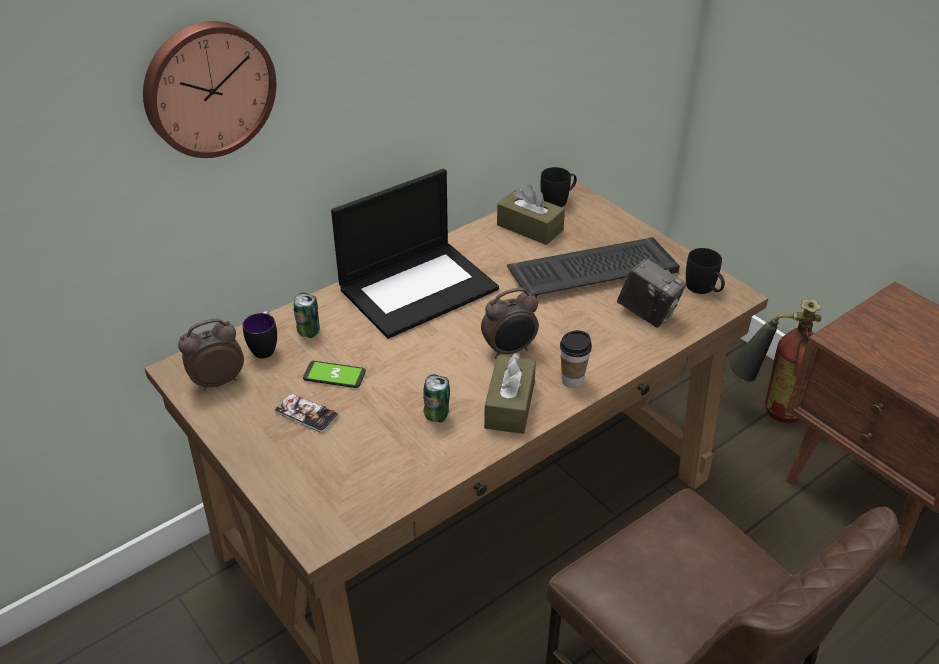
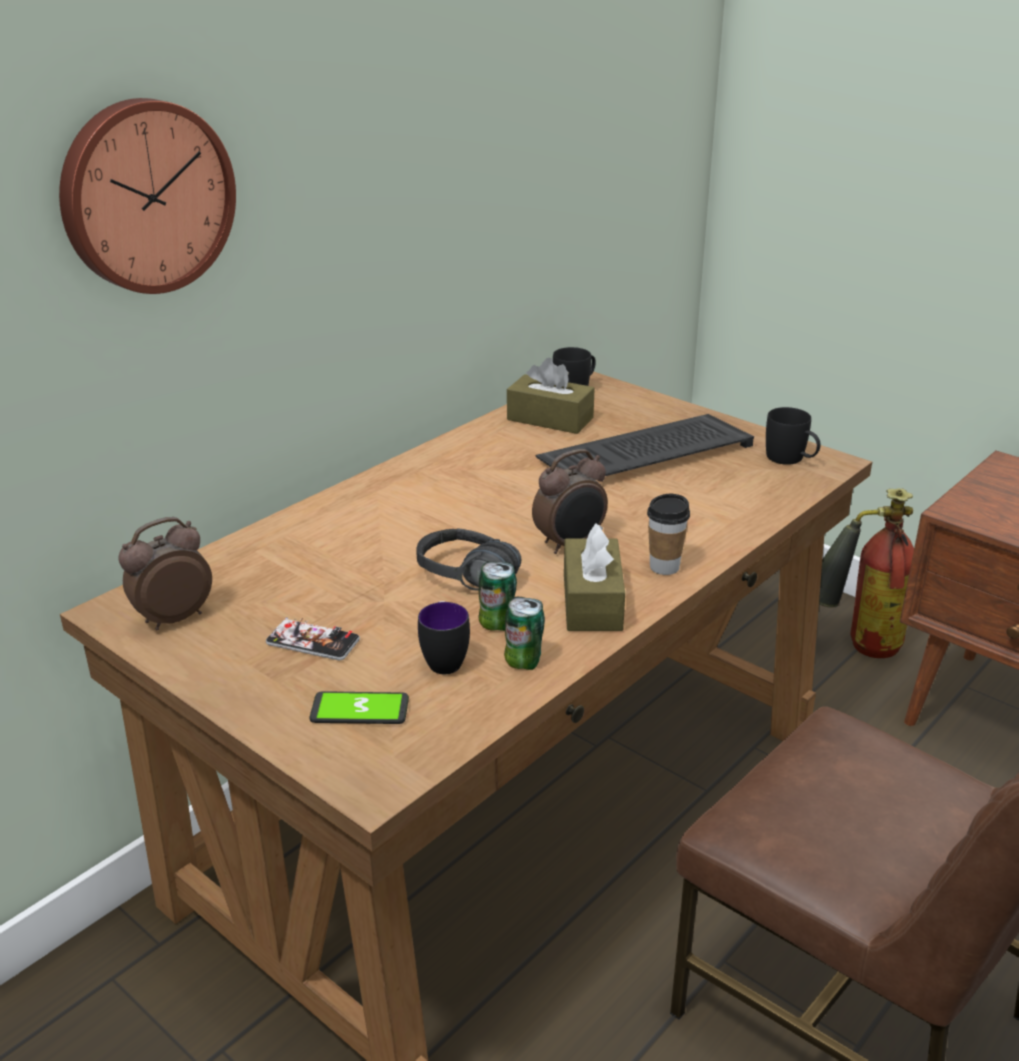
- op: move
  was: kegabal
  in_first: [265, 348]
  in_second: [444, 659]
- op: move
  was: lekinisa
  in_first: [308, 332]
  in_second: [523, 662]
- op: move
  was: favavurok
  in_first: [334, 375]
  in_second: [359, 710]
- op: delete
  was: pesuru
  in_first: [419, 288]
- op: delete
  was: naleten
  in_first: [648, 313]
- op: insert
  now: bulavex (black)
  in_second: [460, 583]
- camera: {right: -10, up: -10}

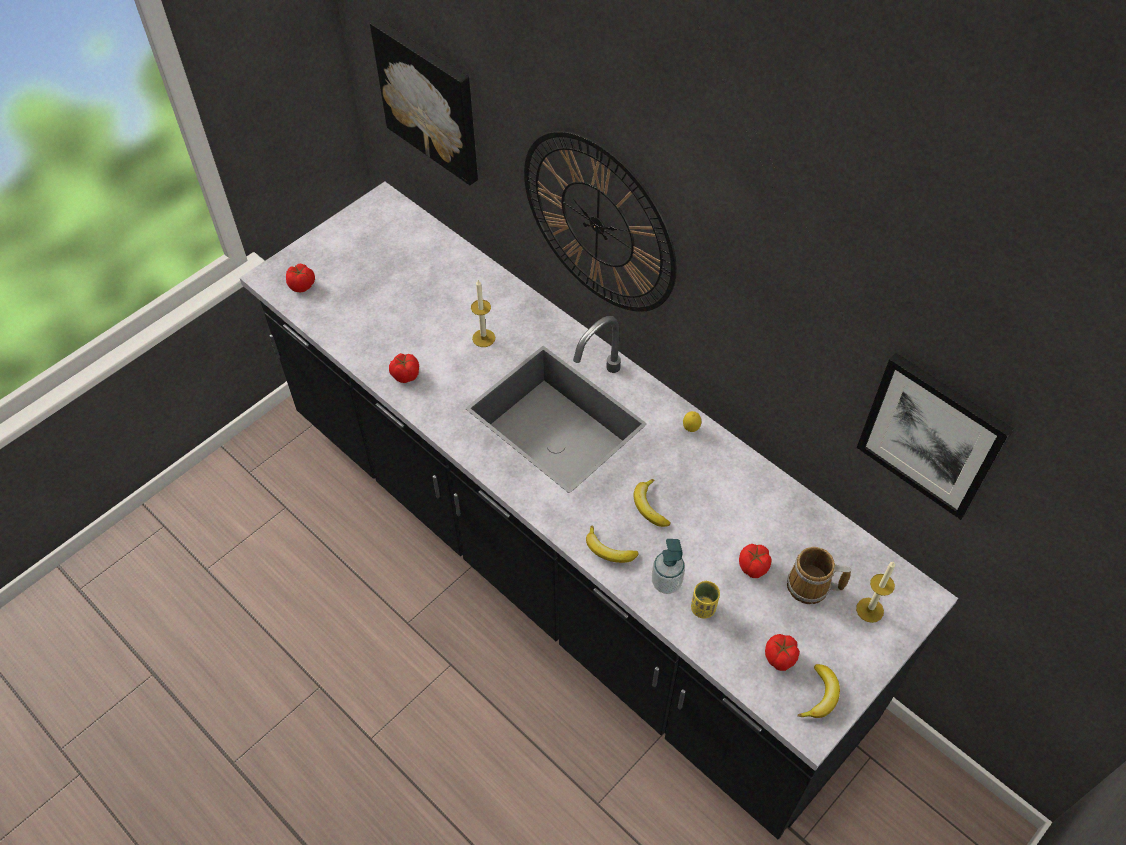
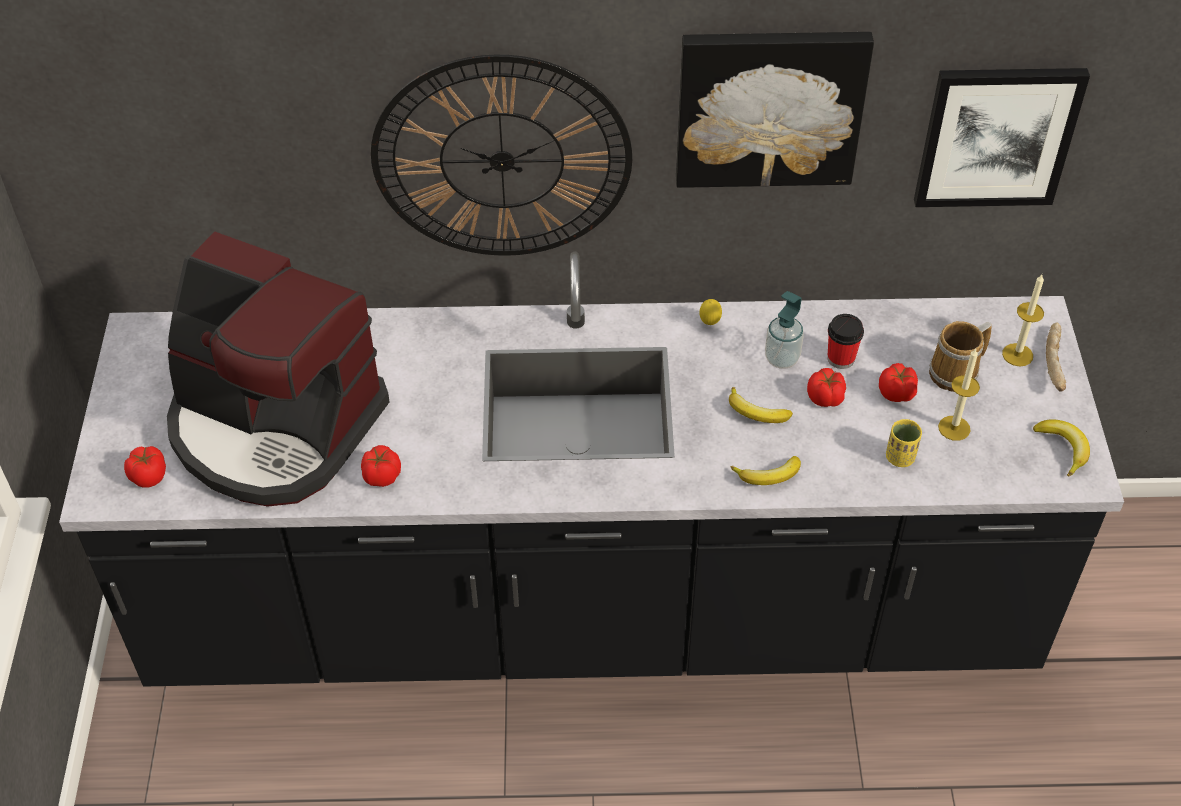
- op: move
  was: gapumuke
  in_first: [430, 100]
  in_second: [769, 106]
- op: move
  was: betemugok
  in_first: [483, 338]
  in_second: [954, 428]
- op: move
  was: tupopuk
  in_first: [666, 582]
  in_second: [781, 358]
- op: move
  was: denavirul
  in_first: [780, 658]
  in_second: [826, 398]
- op: insert
  now: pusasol
  in_second: [274, 427]
- op: insert
  now: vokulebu
  in_second: [841, 358]
- op: insert
  now: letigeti
  in_second: [1056, 363]
- camera: {right: -45, up: -5}

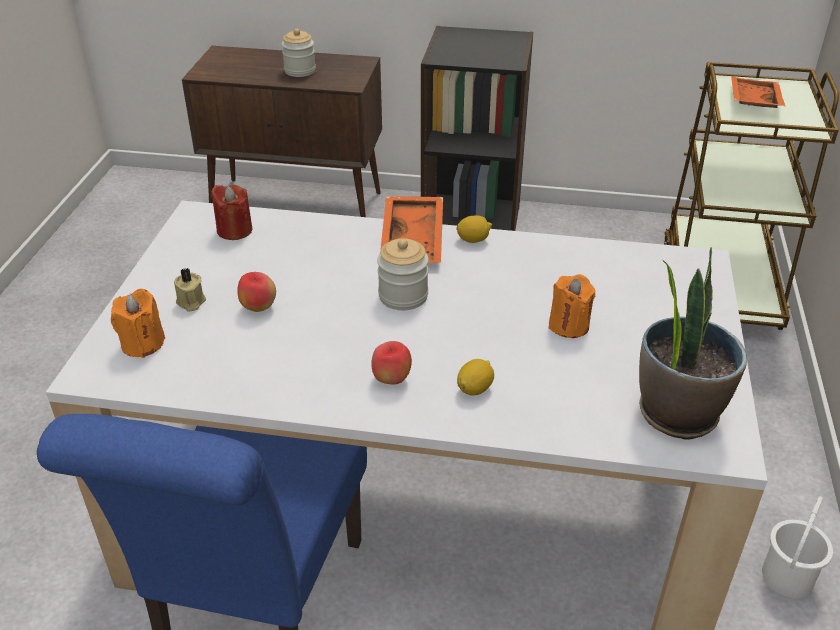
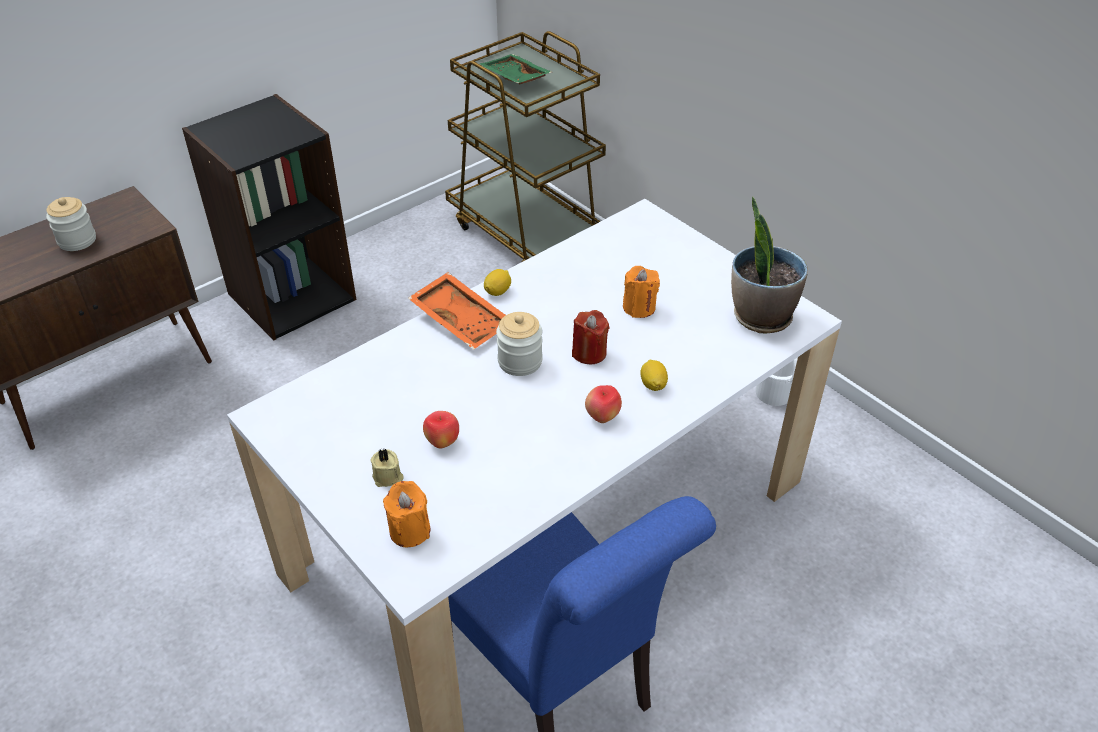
- op: move
  was: betemugok (red)
  in_first: [234, 230]
  in_second: [589, 353]
- op: recolor
  was: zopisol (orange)
  now: zopisol (green)
  in_first: [752, 102]
  in_second: [514, 78]
- camera: {right: -50, up: 5}

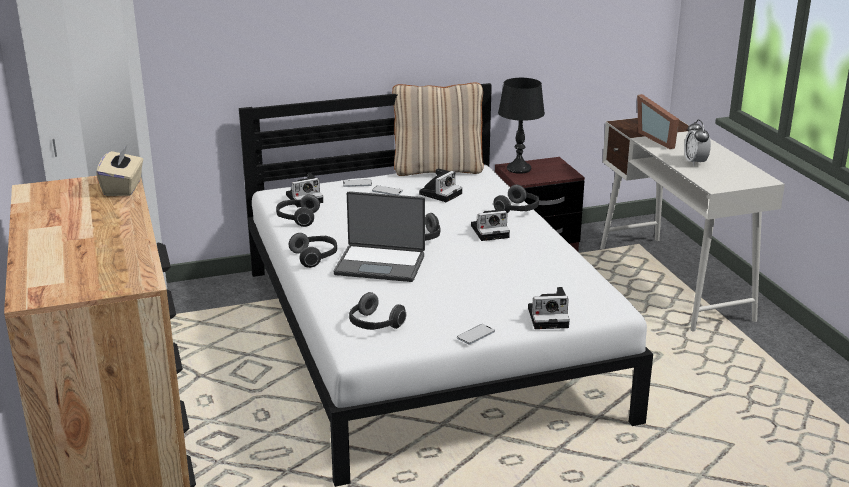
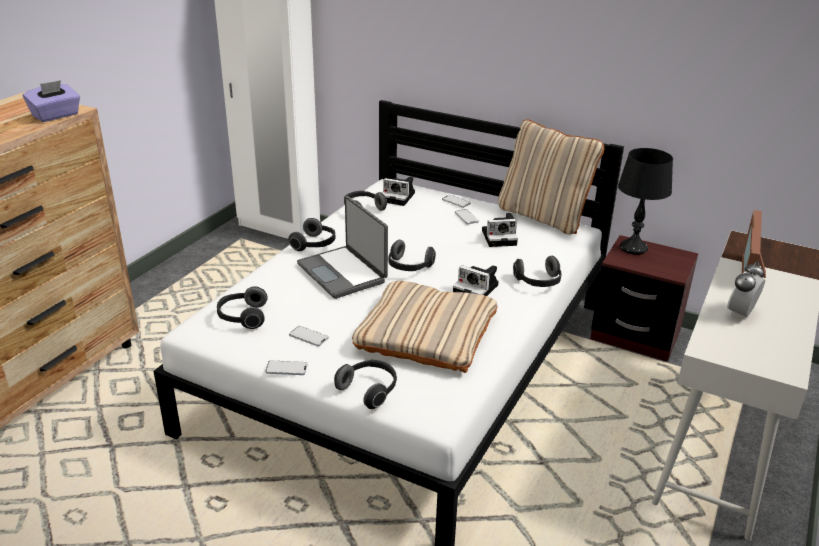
- op: recolor
  was: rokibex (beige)
  now: rokibex (purple)
  in_first: [123, 188]
  in_second: [56, 116]
- op: replace
  was: naleten
  now: bulavex
  in_first: [549, 317]
  in_second: [369, 390]
- op: insert
  now: favavurok
  in_second: [308, 337]
- op: insert
  now: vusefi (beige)
  in_second: [426, 333]
- camera: {right: 45, up: 5}

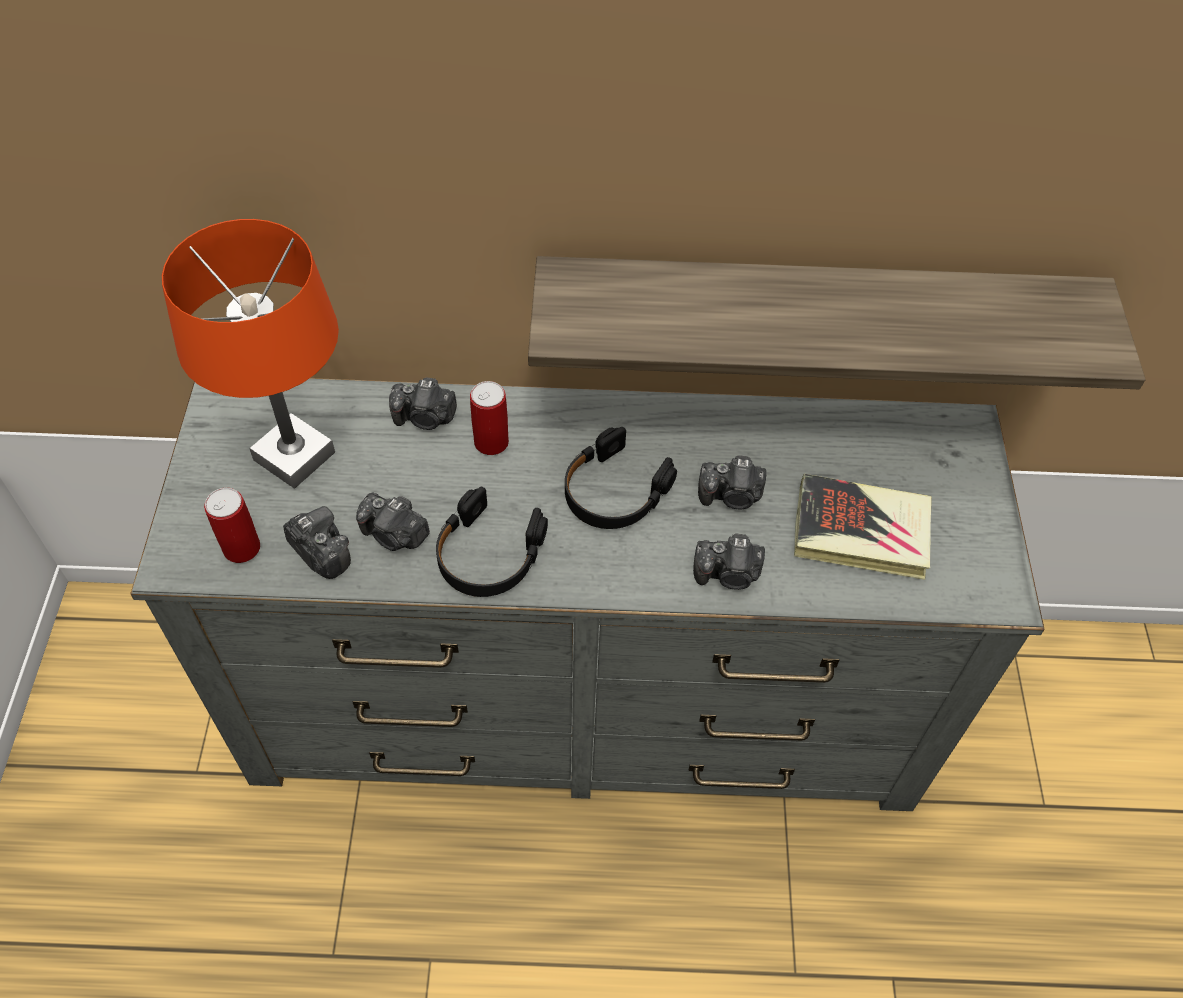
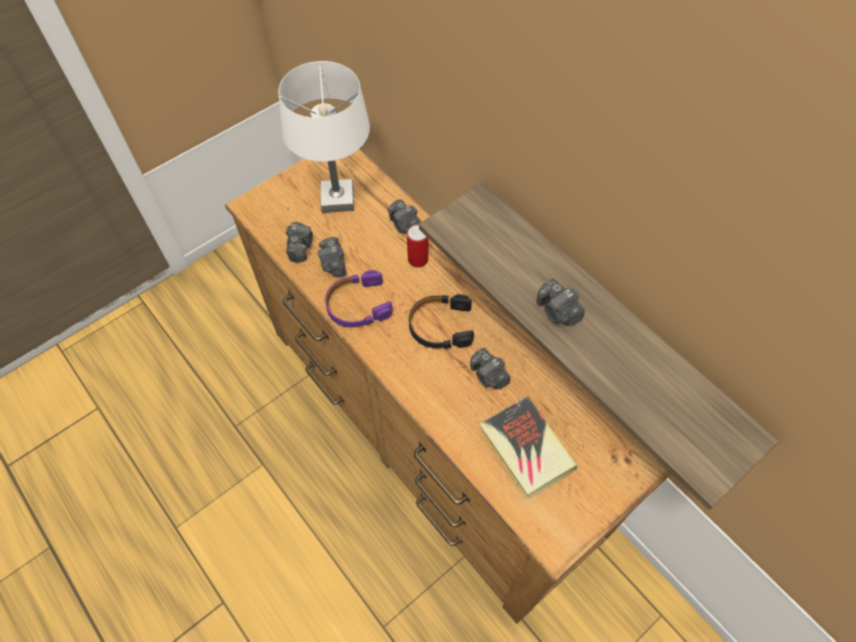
- op: recolor
  was: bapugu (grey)
  now: bapugu (brown)
  in_first: [585, 703]
  in_second: [430, 427]
- op: recolor
  was: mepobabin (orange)
  now: mepobabin (white)
  in_first: [294, 457]
  in_second: [337, 199]
- op: delete
  was: lekinisa
  in_first: [241, 548]
- op: recolor
  was: bulavex (black)
  now: bulavex (purple)
  in_first: [488, 554]
  in_second: [357, 305]
- op: move
  was: naleten
  in_first: [728, 574]
  in_second: [557, 312]
- camera: {right: 50, up: 5}

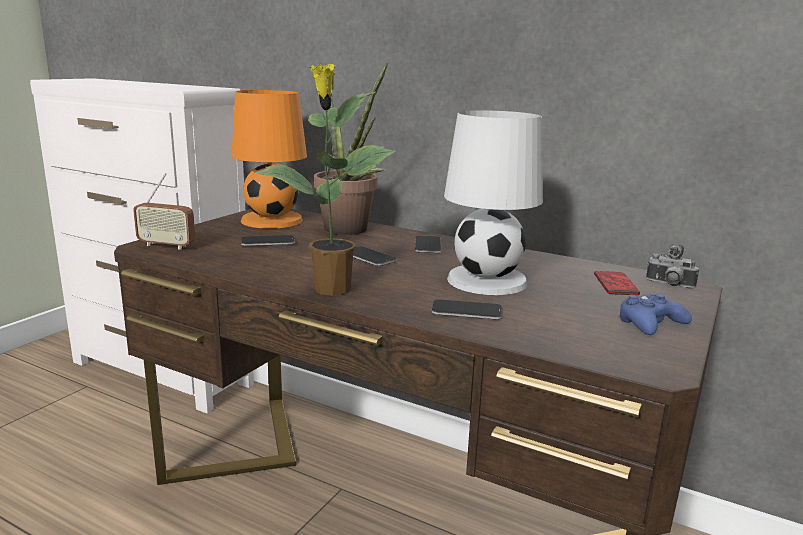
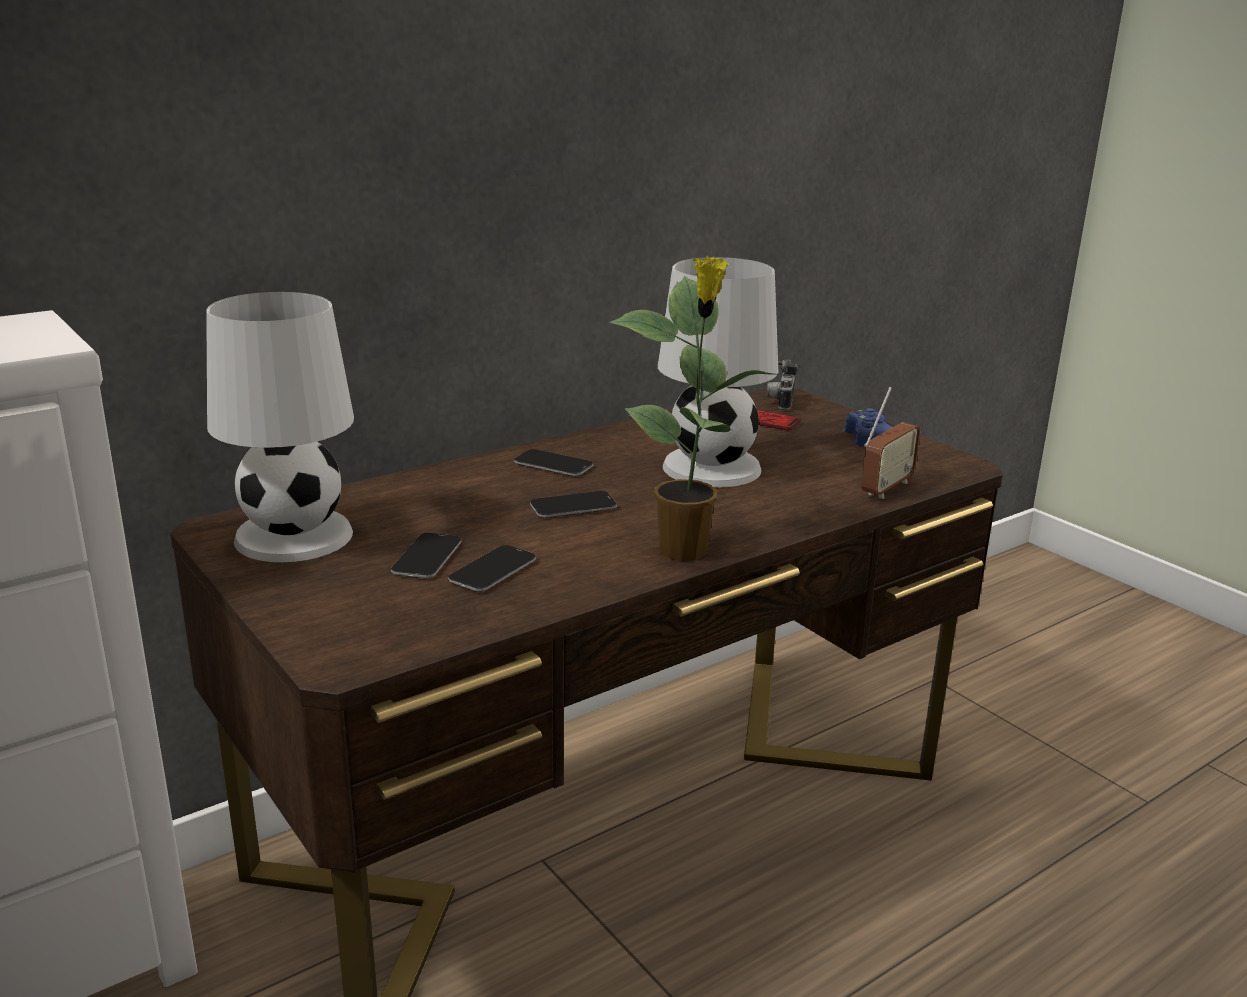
- op: move
  was: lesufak
  in_first: [167, 245]
  in_second: [886, 488]
- op: recolor
  was: mepobabin (orange)
  now: mepobabin (white)
  in_first: [271, 220]
  in_second: [292, 536]
- op: delete
  was: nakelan
  in_first: [350, 232]
- op: move
  was: favavurok
  in_first: [467, 311]
  in_second: [493, 570]
- op: rotate
  was: naleten
  in_first: [669, 285]
  in_second: [780, 402]
  clockwise: 135
- camera: {right: -65, up: 5}

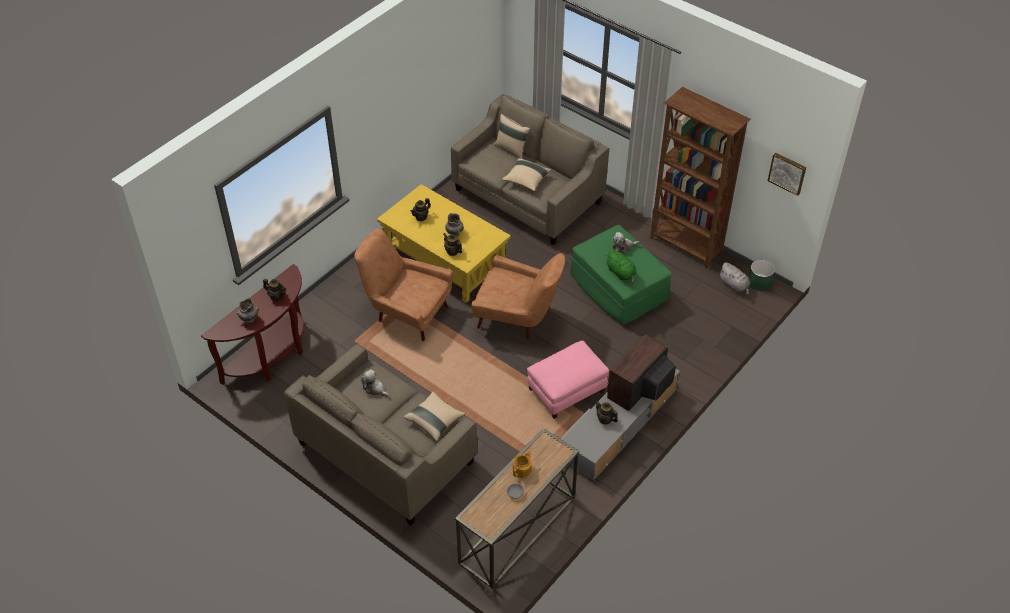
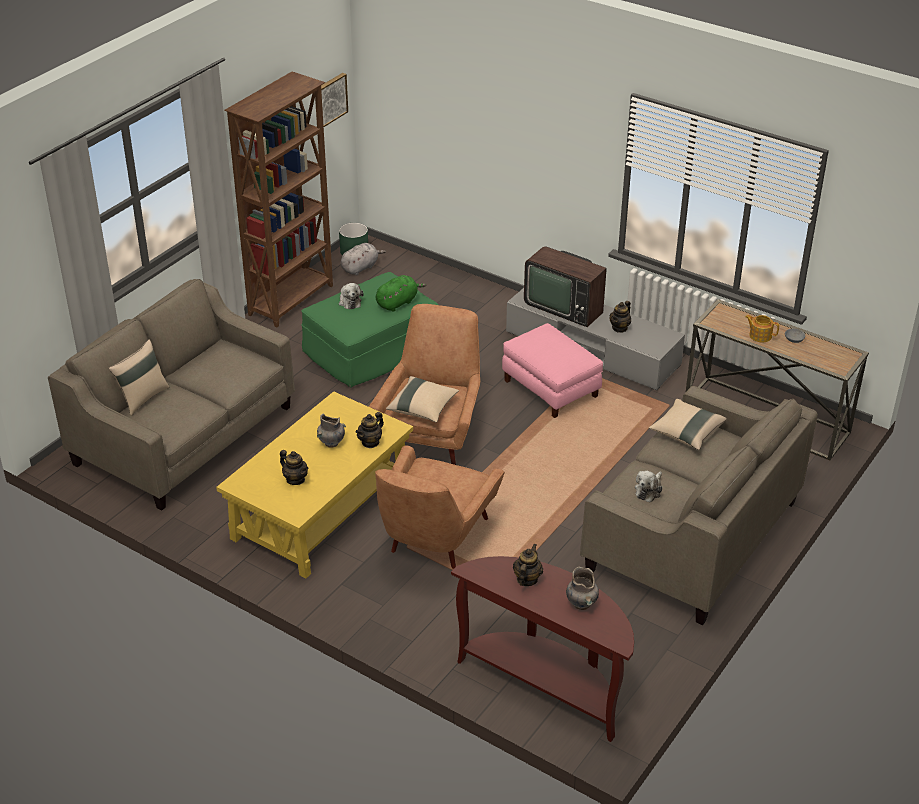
- op: move
  was: vusefi (beige)
  in_first: [526, 180]
  in_second: [423, 408]
- camera: {right: -95, up: -10}

